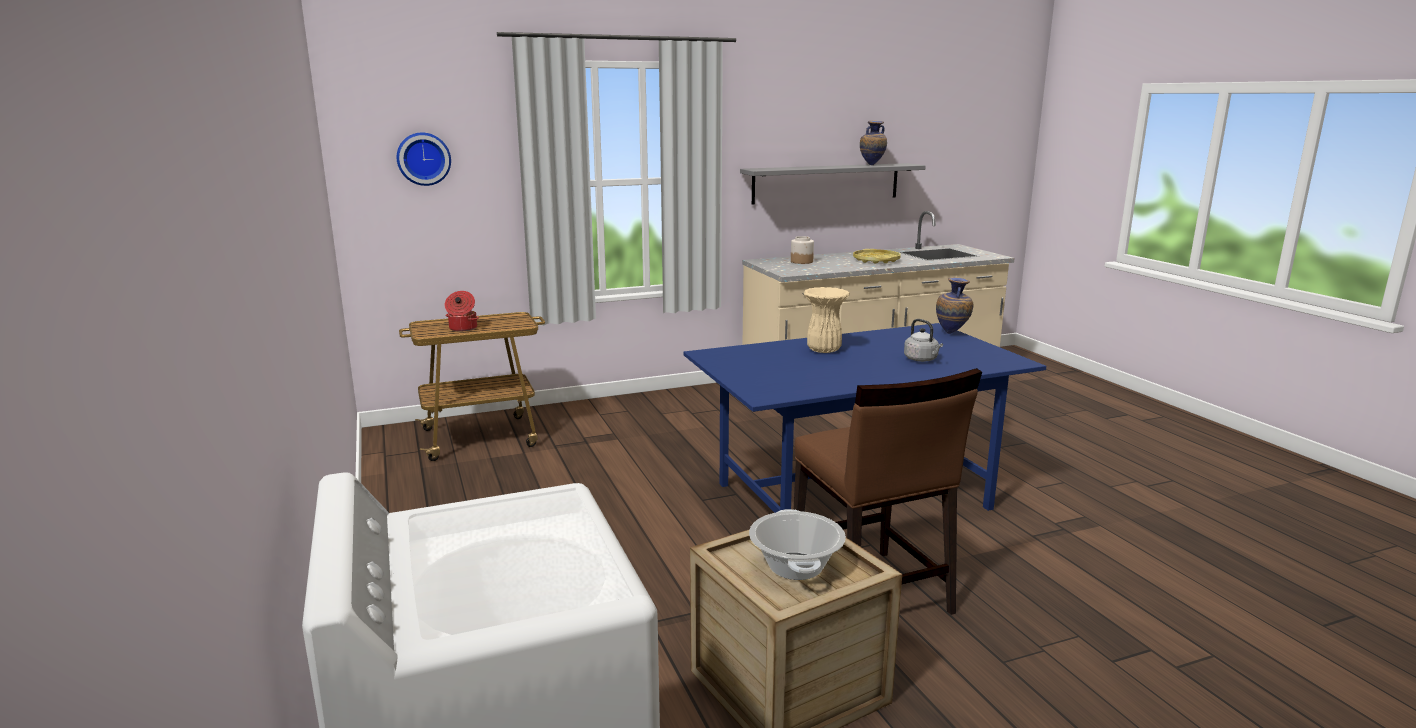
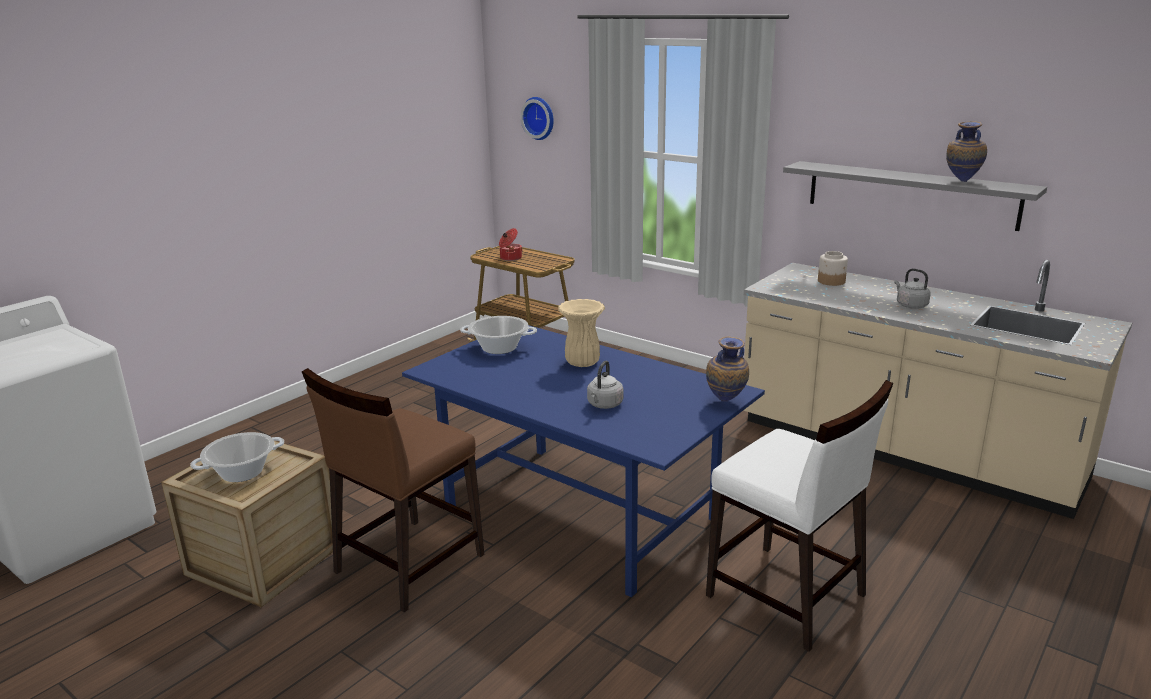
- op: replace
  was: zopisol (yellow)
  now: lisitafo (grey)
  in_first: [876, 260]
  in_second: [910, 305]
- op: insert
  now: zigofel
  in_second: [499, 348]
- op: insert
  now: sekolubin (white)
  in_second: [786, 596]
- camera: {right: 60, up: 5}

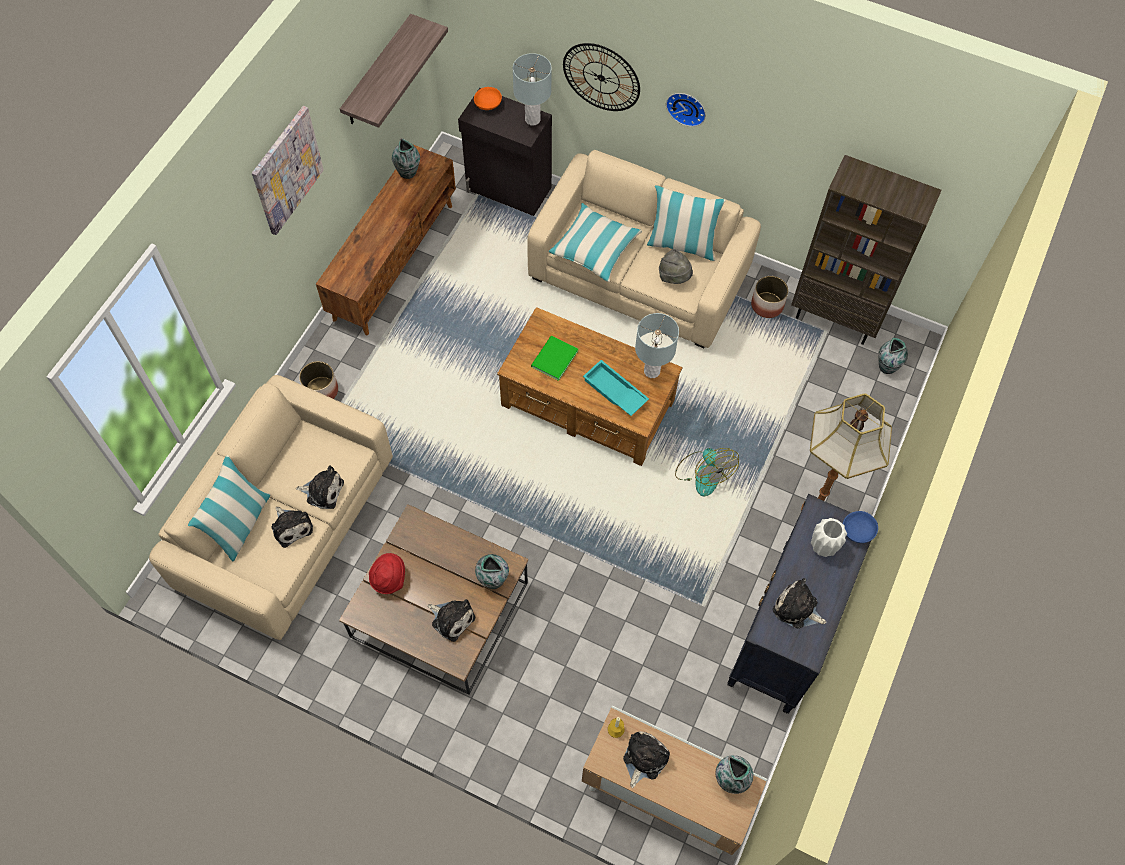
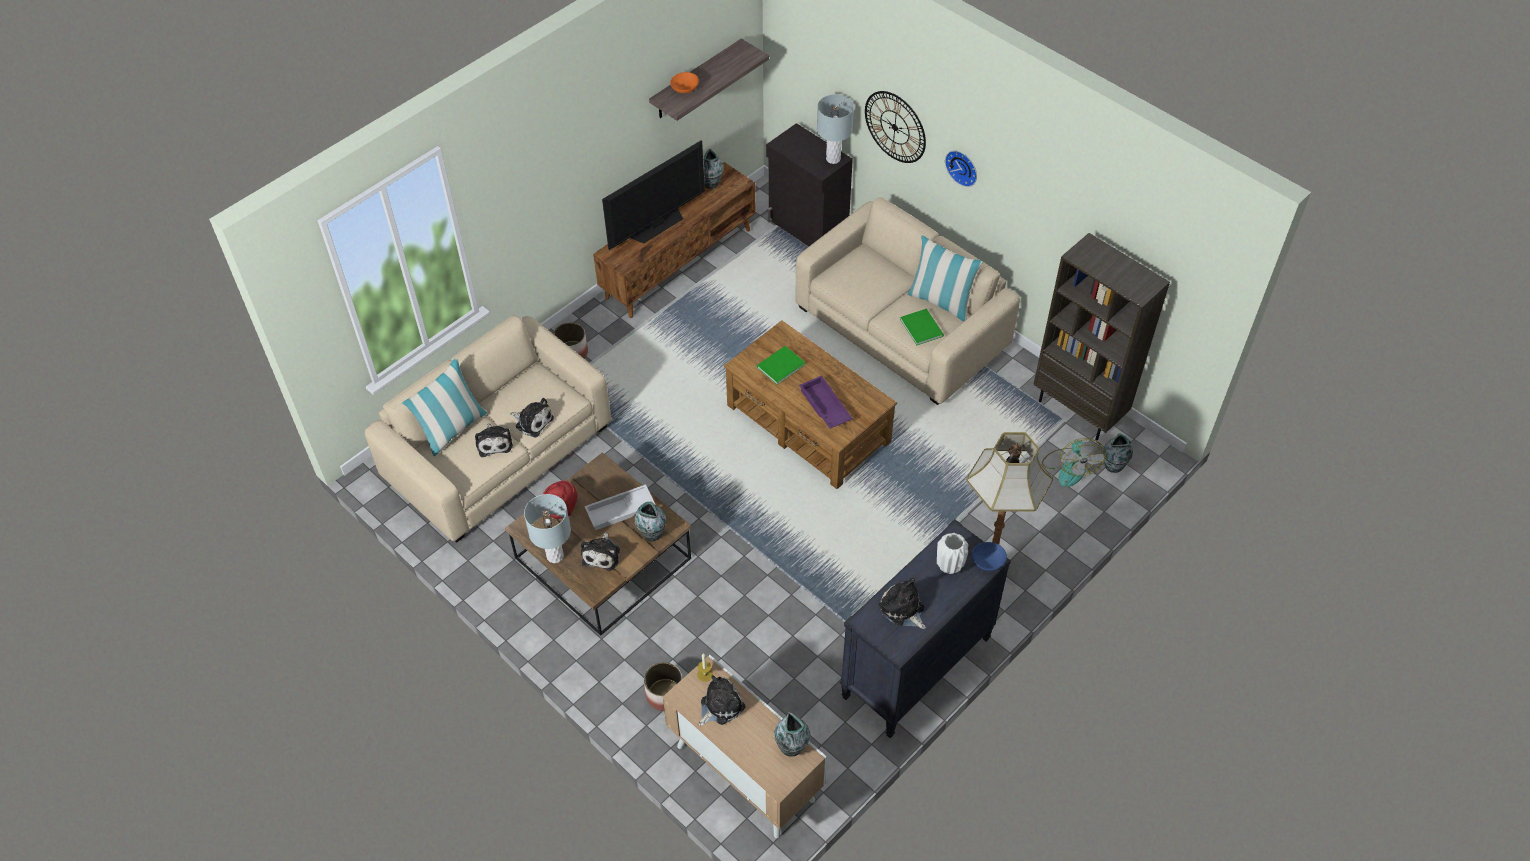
- op: delete
  was: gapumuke
  in_first: [286, 170]
- op: rotate
  was: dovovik
  in_first: [451, 619]
  in_second: [602, 554]
  clockwise: 45
- op: move
  was: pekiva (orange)
  in_first: [488, 104]
  in_second: [685, 89]
- op: delete
  was: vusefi
  in_first: [594, 248]
- op: recolor
  was: zopisol (turquoise)
  now: zopisol (purple)
  in_first: [614, 392]
  in_second: [824, 406]
- op: move
  was: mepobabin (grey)
  in_first: [651, 371]
  in_second: [554, 556]
- op: replace
  was: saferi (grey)
  now: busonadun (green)
  in_first: [674, 277]
  in_second: [922, 326]
- op: move
  was: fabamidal
  in_first: [703, 473]
  in_second: [1069, 467]
- op: move
  was: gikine
  in_first: [767, 305]
  in_second: [665, 695]
- op: insert
  now: zopisol (white)
  in_second: [620, 511]
- op: insert
  now: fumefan
  in_second: [656, 225]
- camera: {right: 20, up: -10}

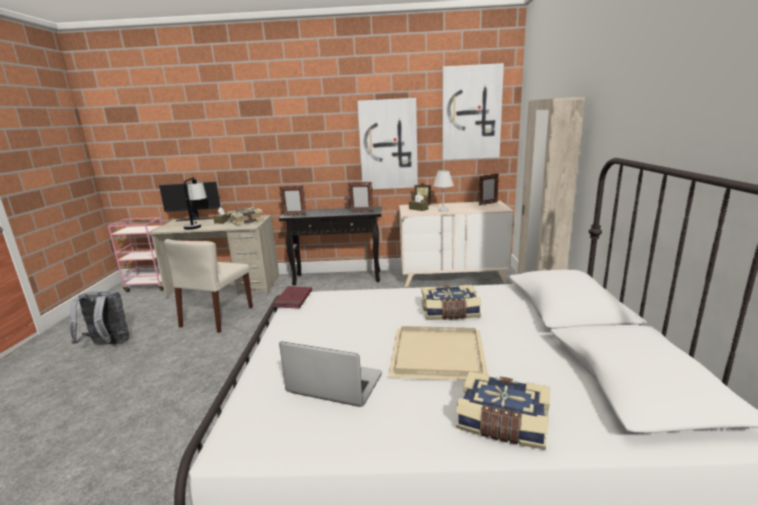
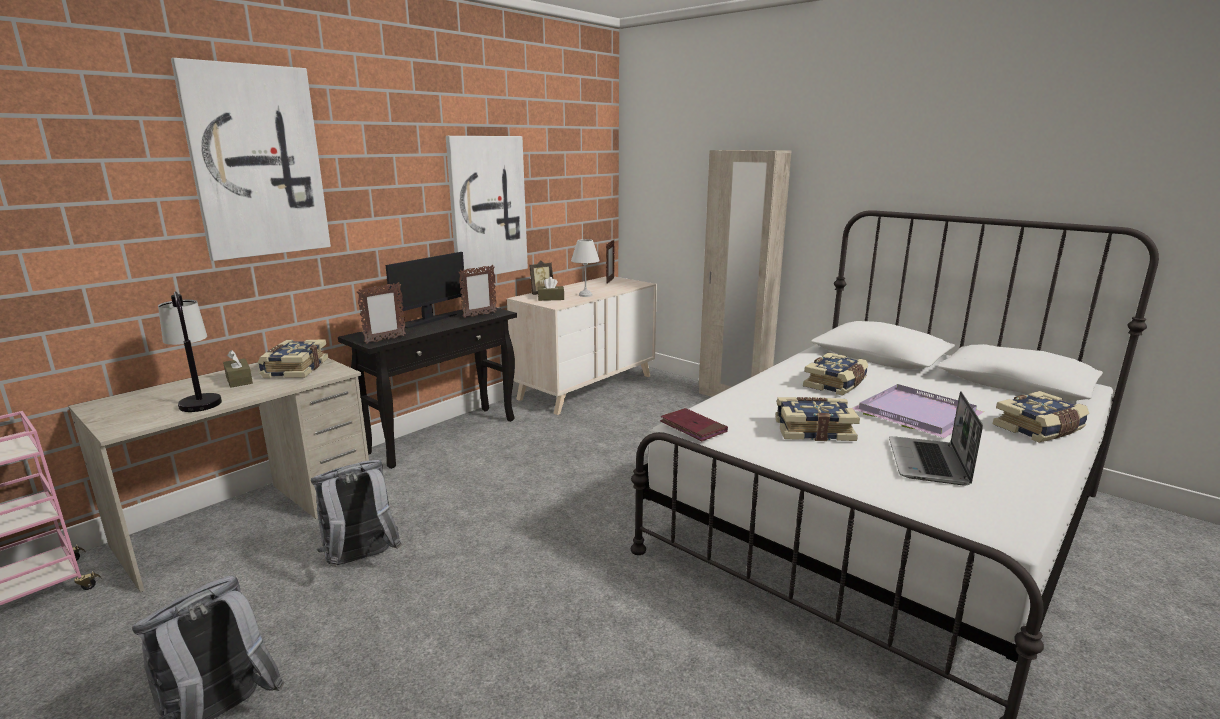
- op: move
  was: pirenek
  in_first: [195, 219]
  in_second: [430, 320]
- op: replace
  was: sekolubin (beige)
  now: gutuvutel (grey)
  in_first: [217, 317]
  in_second: [361, 561]
- op: rotate
  was: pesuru
  in_first: [333, 384]
  in_second: [929, 463]
  clockwise: -45
- op: recolor
  was: zopisol (beige)
  now: zopisol (purple)
  in_first: [439, 356]
  in_second: [919, 414]
- op: move
  was: gapumuke
  in_first: [471, 113]
  in_second: [257, 162]
- op: insert
  now: busonadun
  in_second: [813, 430]
- camera: {right: -50, up: 0}

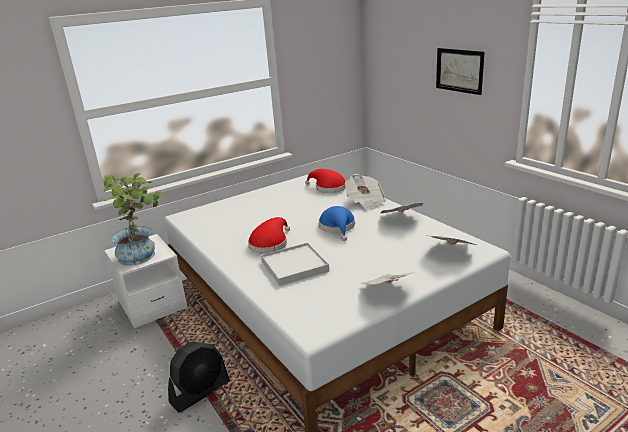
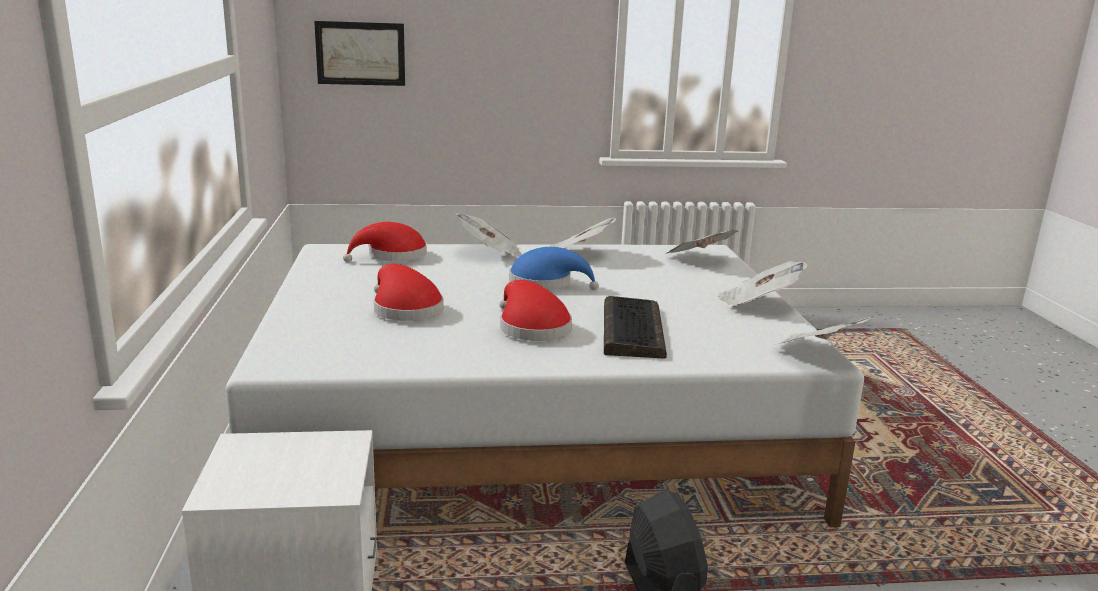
- op: delete
  was: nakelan
  in_first: [143, 255]
- op: replace
  was: zopisol (white)
  now: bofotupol
  in_first: [294, 266]
  in_second: [631, 329]
- op: move
  was: gapumuke
  in_first: [459, 70]
  in_second: [360, 53]
- op: insert
  now: saferi (red)
  in_second: [404, 309]
- op: insert
  now: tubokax
  in_second: [818, 354]
- camera: {right: -65, up: -5}

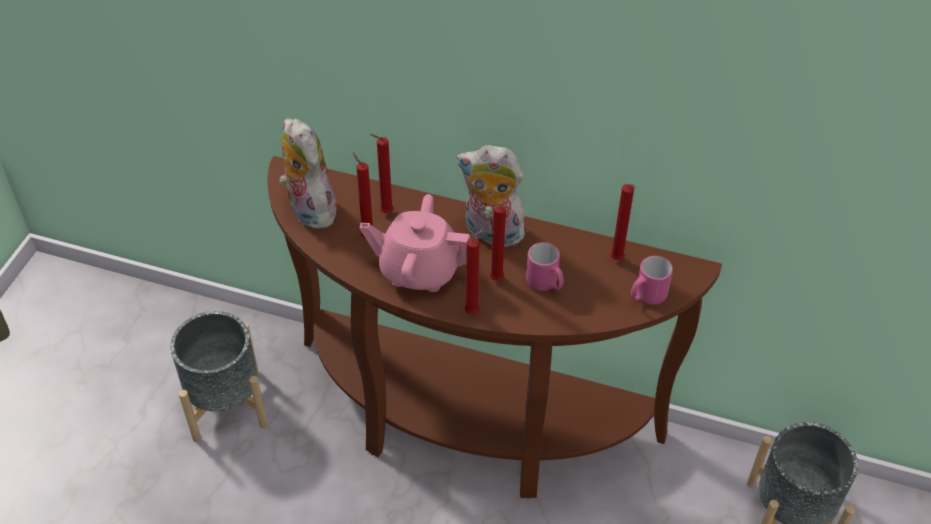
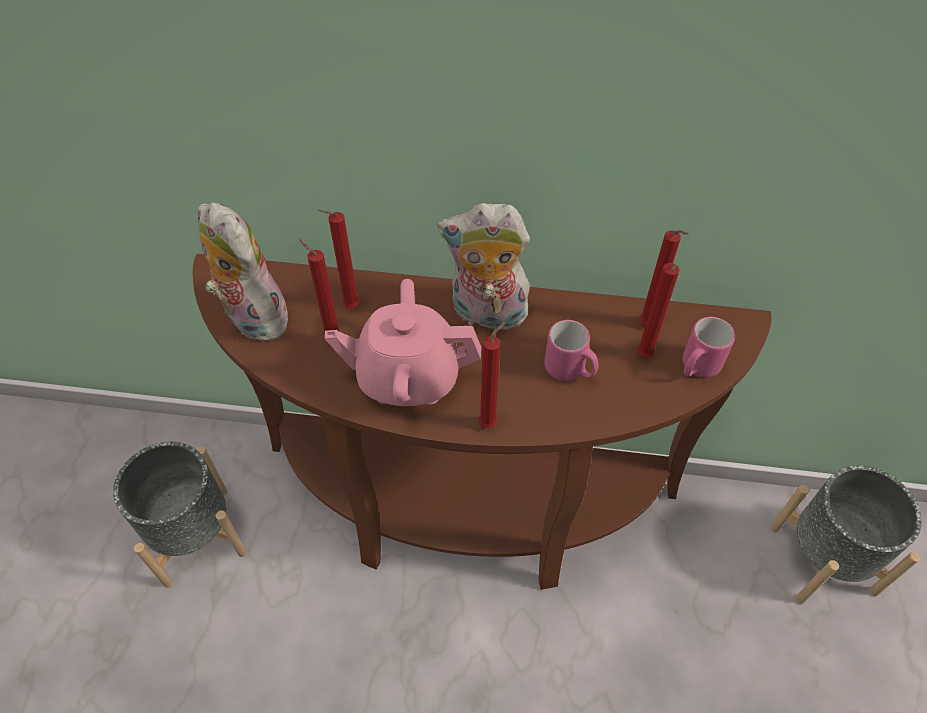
- op: move
  was: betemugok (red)
  in_first: [495, 280]
  in_second: [643, 357]
- camera: {right: -10, up: 5}

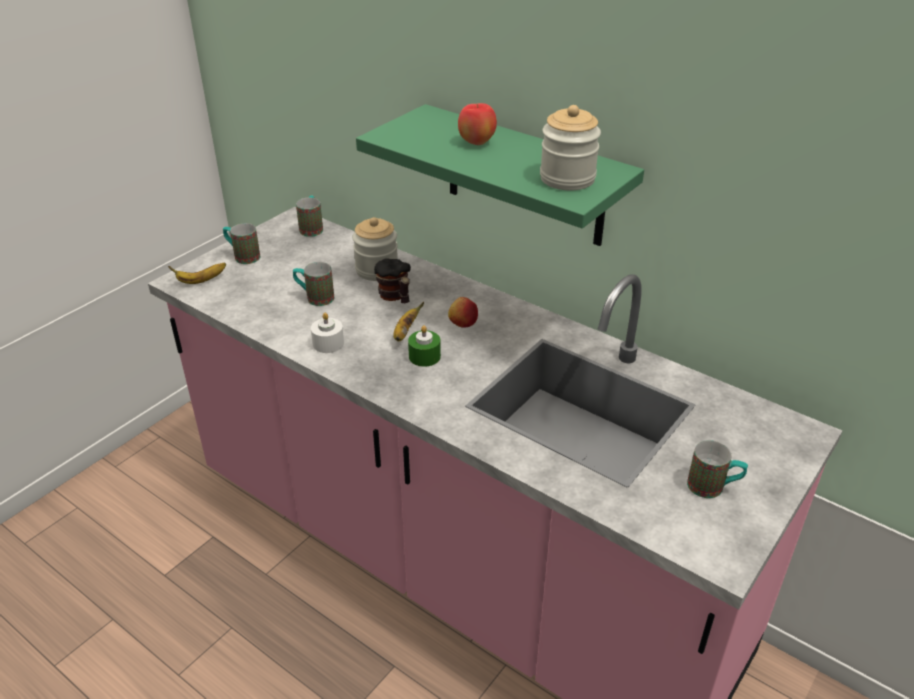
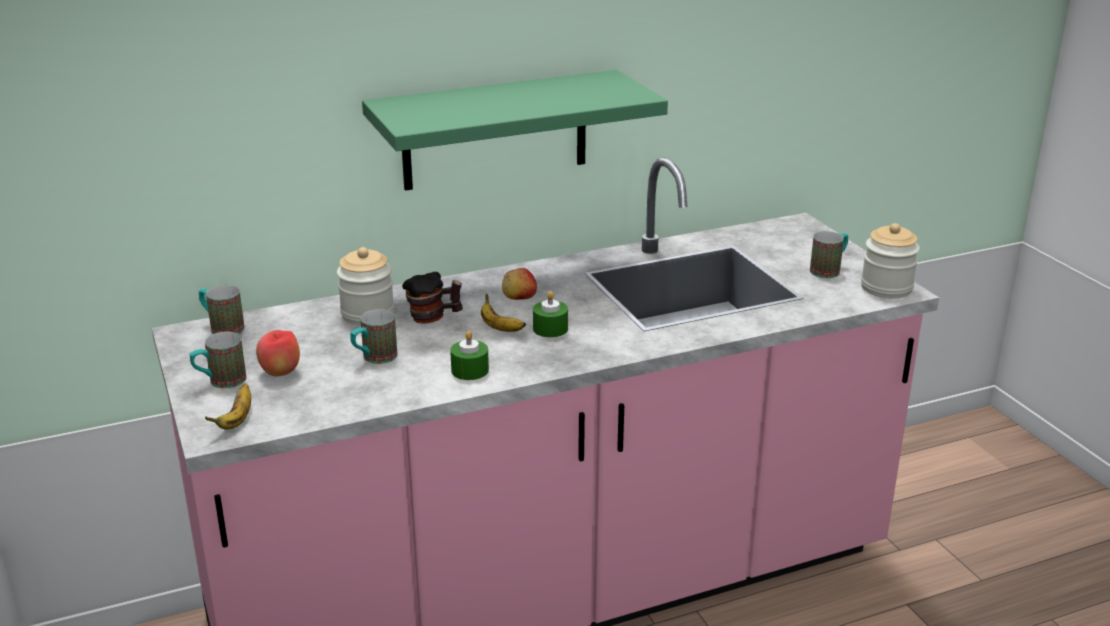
- op: recolor
  was: betemugok (white)
  now: betemugok (green)
  in_first: [328, 343]
  in_second: [470, 370]
- op: move
  was: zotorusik
  in_first: [477, 143]
  in_second: [280, 373]
- op: move
  was: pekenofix
  in_first: [567, 179]
  in_second: [886, 288]
- camera: {right: -60, up: -10}

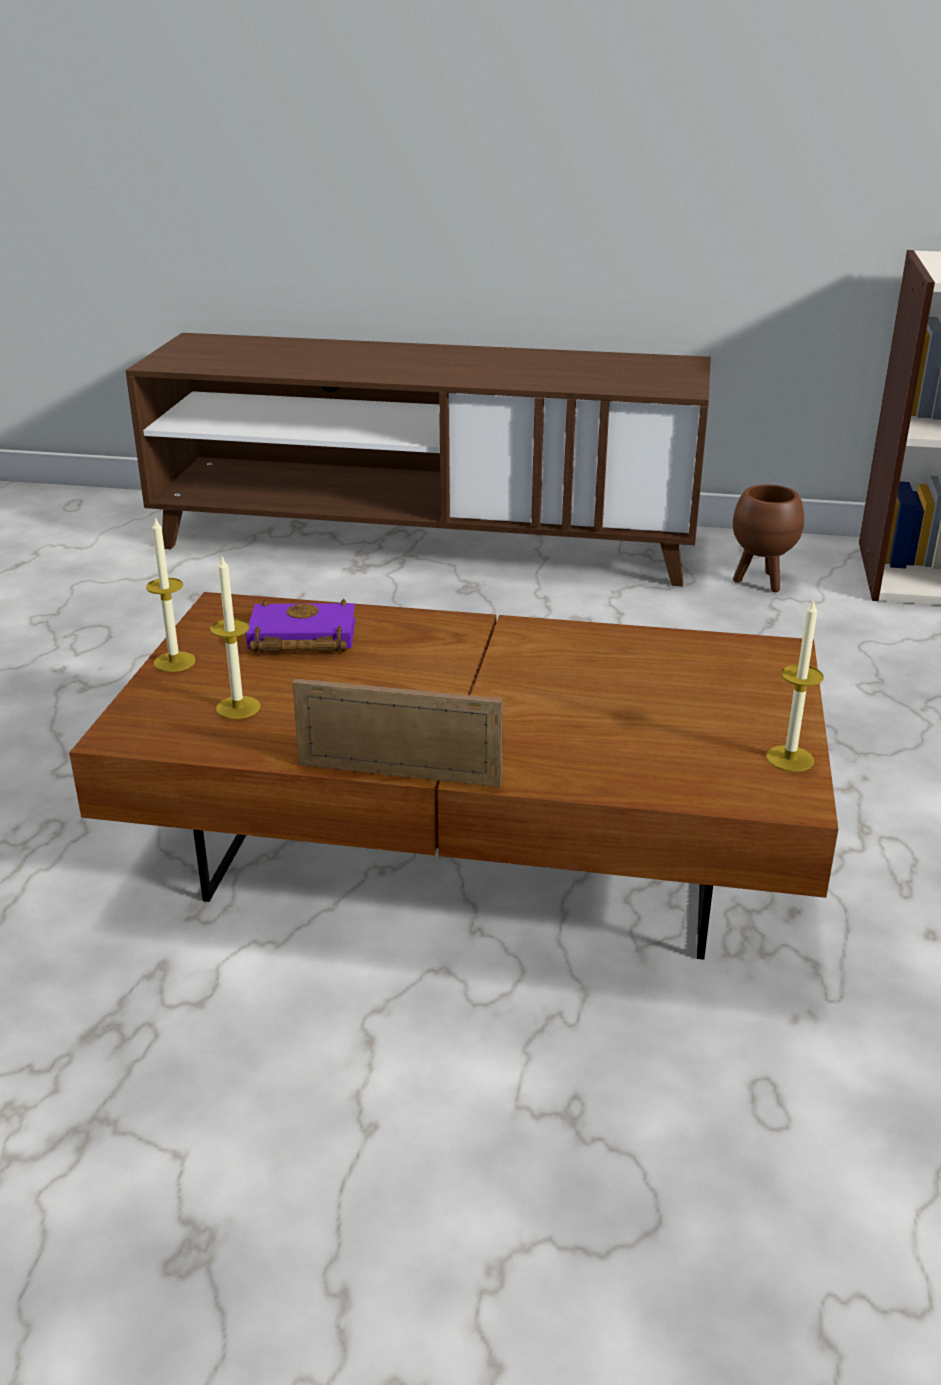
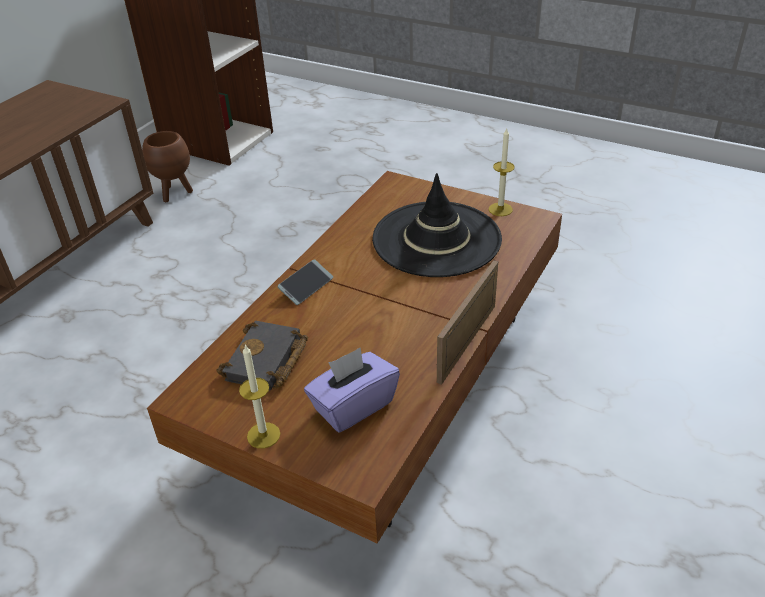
- op: replace
  was: betemugok
  now: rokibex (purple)
  in_first: [238, 707]
  in_second: [353, 406]
- op: recolor
  was: busonadun (purple)
  now: busonadun (black)
  in_first: [299, 638]
  in_second: [266, 362]
- op: insert
  now: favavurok
  in_second: [306, 287]
- op: insert
  now: saferi (black)
  in_second: [437, 239]
- camera: {right: -70, up: 10}

